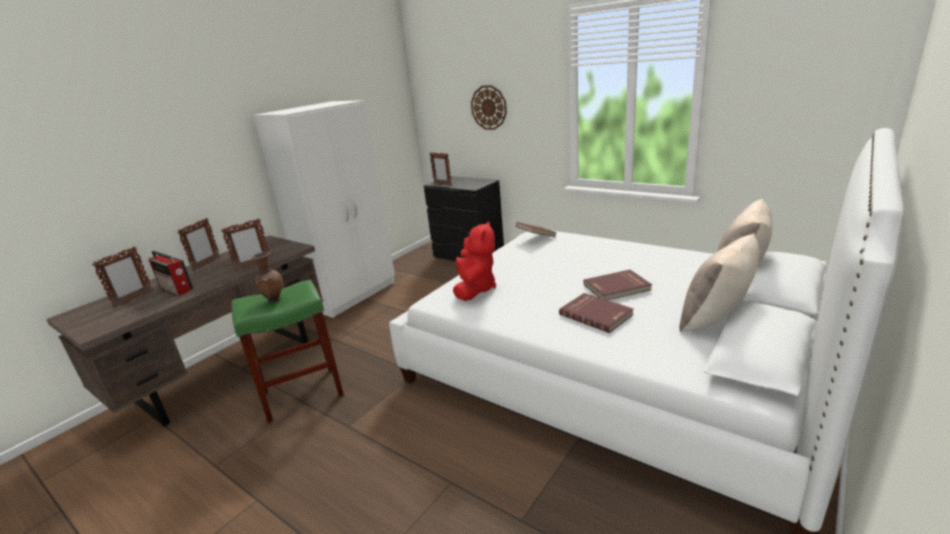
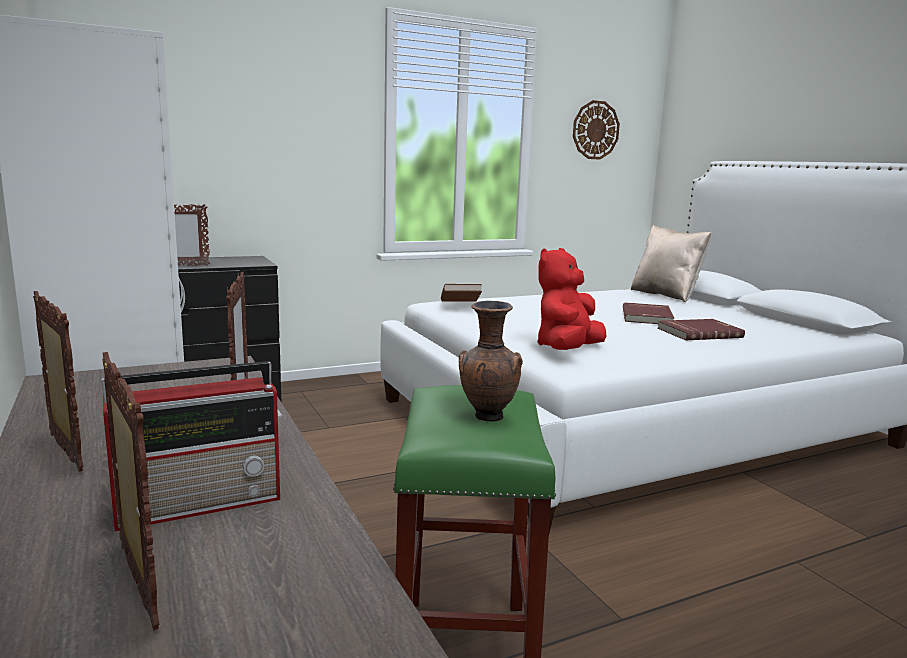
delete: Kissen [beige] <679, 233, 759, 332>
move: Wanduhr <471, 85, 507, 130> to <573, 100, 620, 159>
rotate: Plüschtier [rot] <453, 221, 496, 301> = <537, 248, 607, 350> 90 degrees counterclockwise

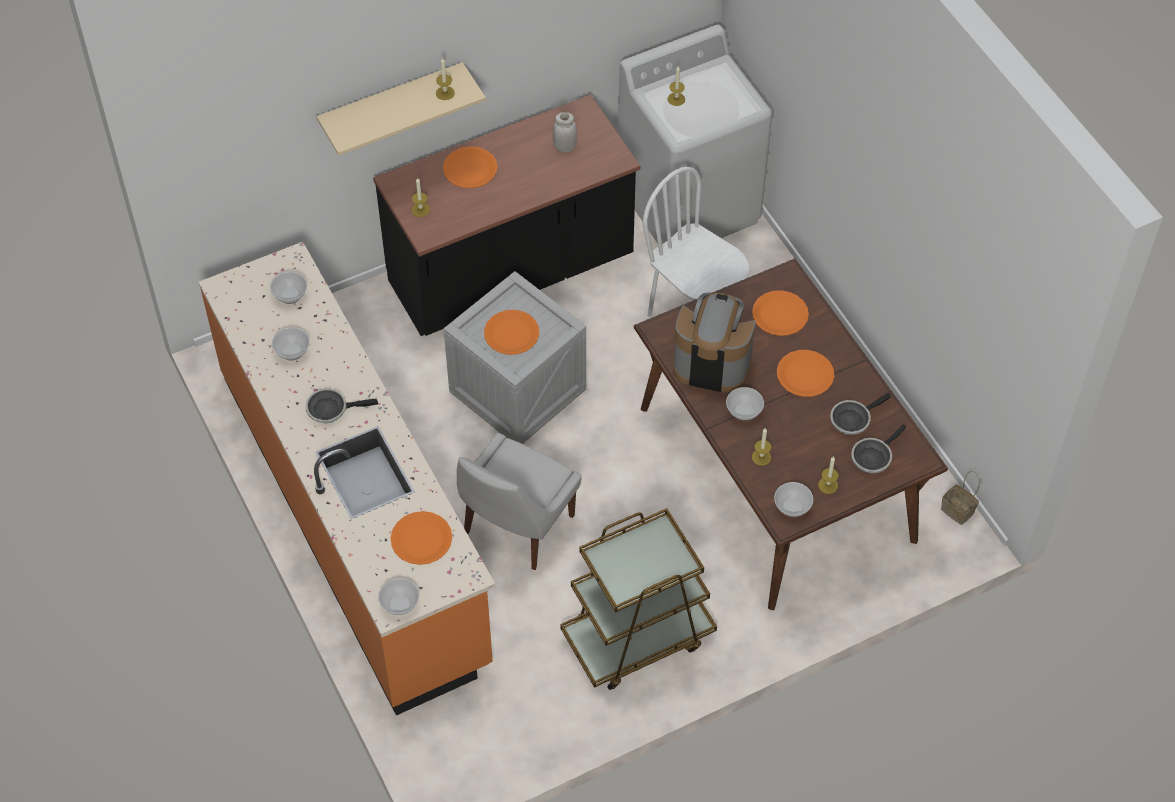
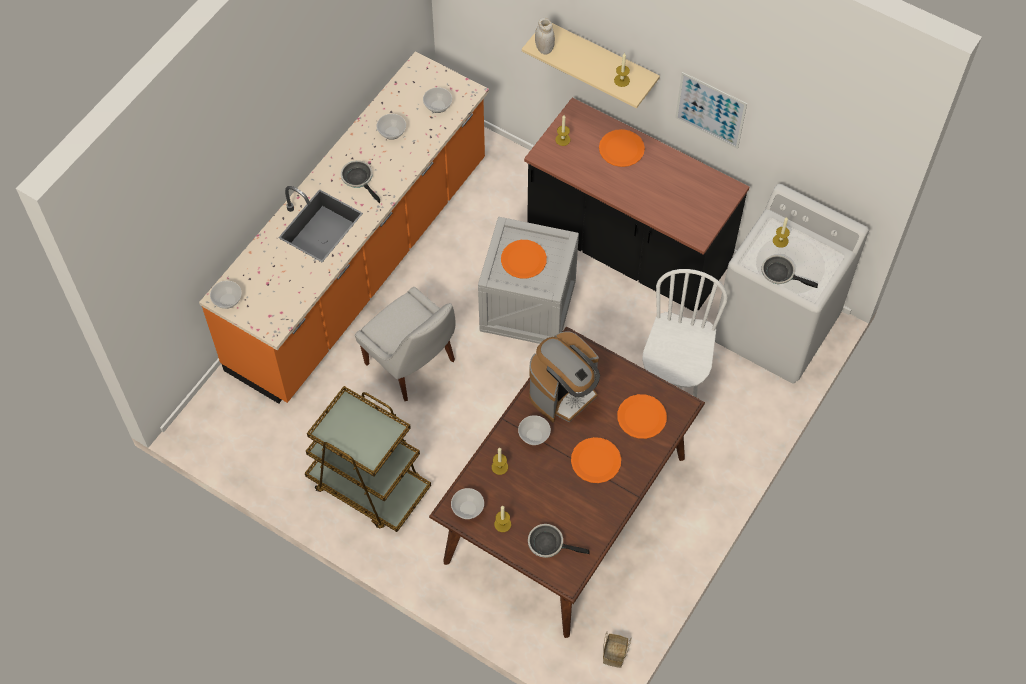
delete: Teller [orange] <391, 511, 452, 565>
insert: Bild <675, 72, 747, 149>
move: Vorratsglas [weiß] <553, 112, 577, 152> to <535, 18, 555, 55>; Pfanne <830, 393, 891, 435> to <761, 255, 818, 288>
rotate: Stuhl [weiß] <457, 433, 582, 570> = <355, 287, 455, 401> 135 degrees counterclockwise; Kaffeemaschine <673, 292, 756, 393> = <529, 332, 600, 423> 60 degrees clockwise

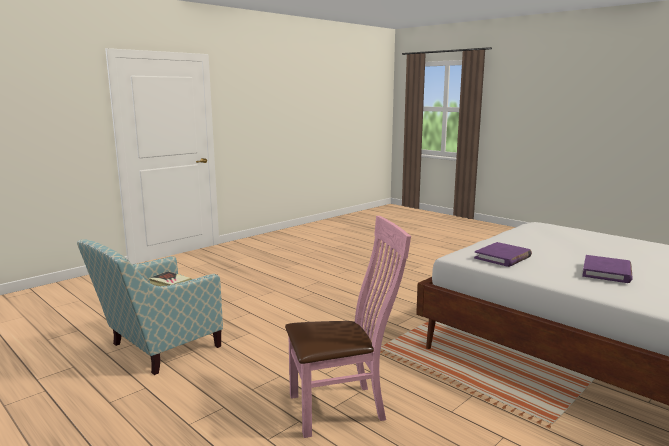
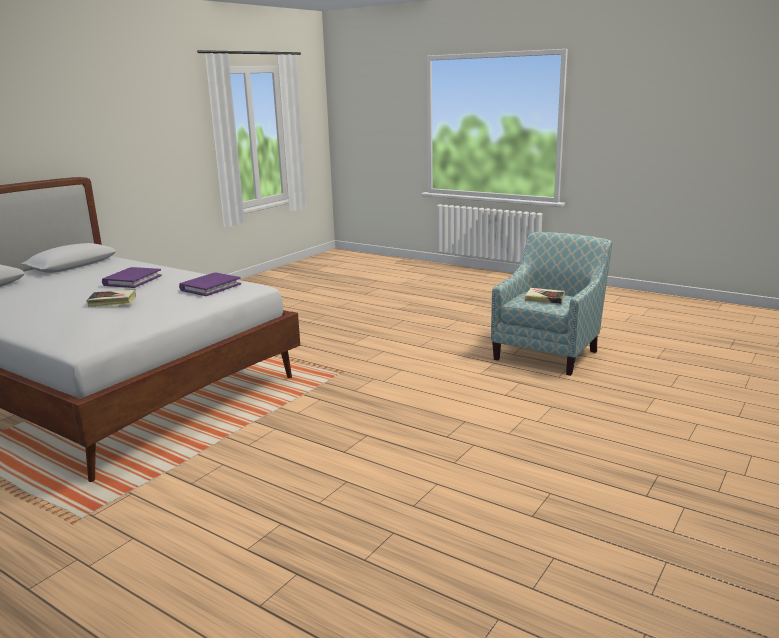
delete: Stuhl [rosa] <285, 216, 411, 438>
insert: Buch <86, 290, 136, 307>

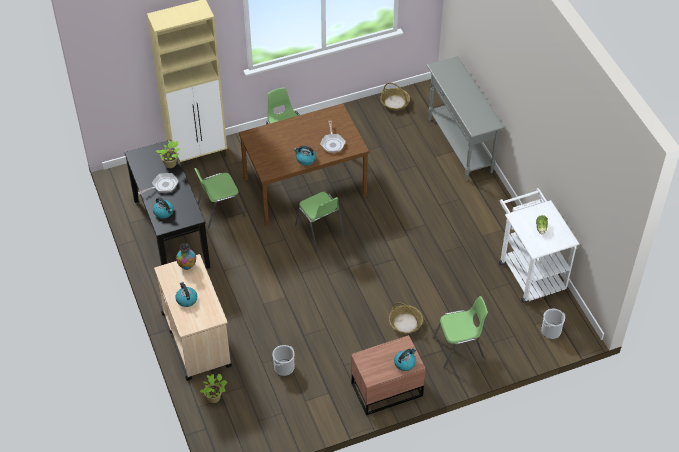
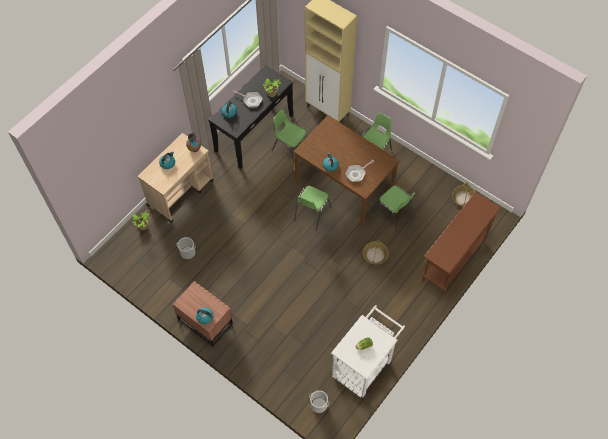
move: Korb <389, 302, 423, 334> to <363, 239, 389, 265>; Stuhl [grün] <433, 296, 488, 368> to <373, 185, 415, 231>
recolor: Konsolentisch [grau] <427, 56, 504, 181> to Konsolentisch [braun] <422, 192, 501, 295>

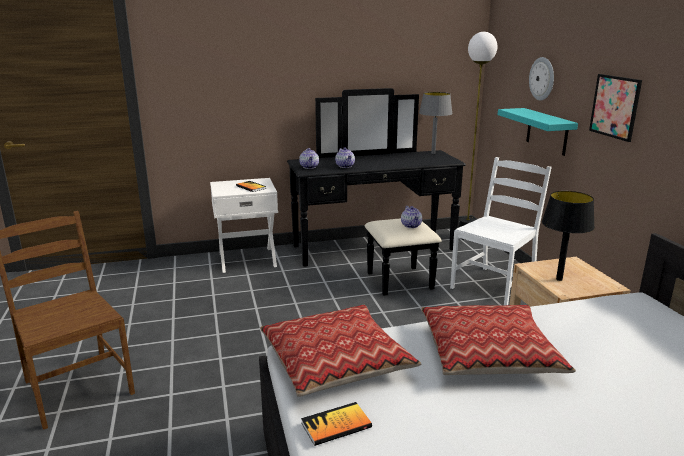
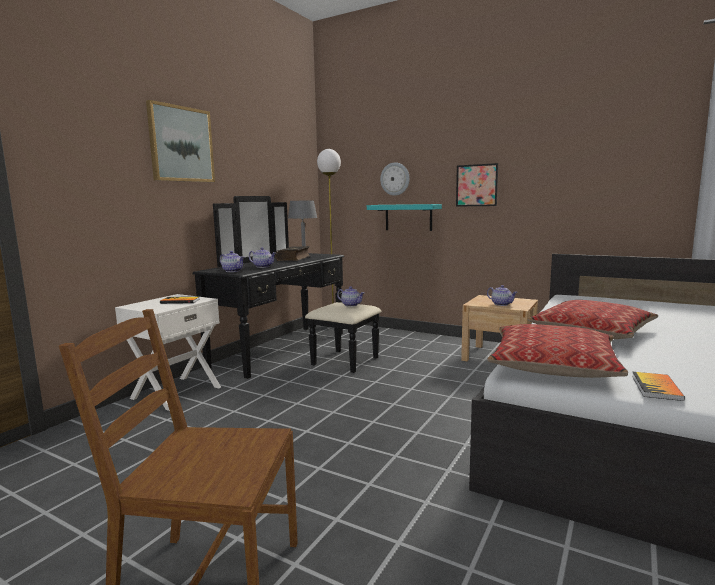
delete: Stuhl [weiß] <450, 157, 552, 305>
insert: Bild <146, 100, 215, 182>; Buch <275, 246, 310, 261>
replace: Tischlampe [schwarz] <542, 191, 595, 281> to Teekanne <487, 285, 518, 306>

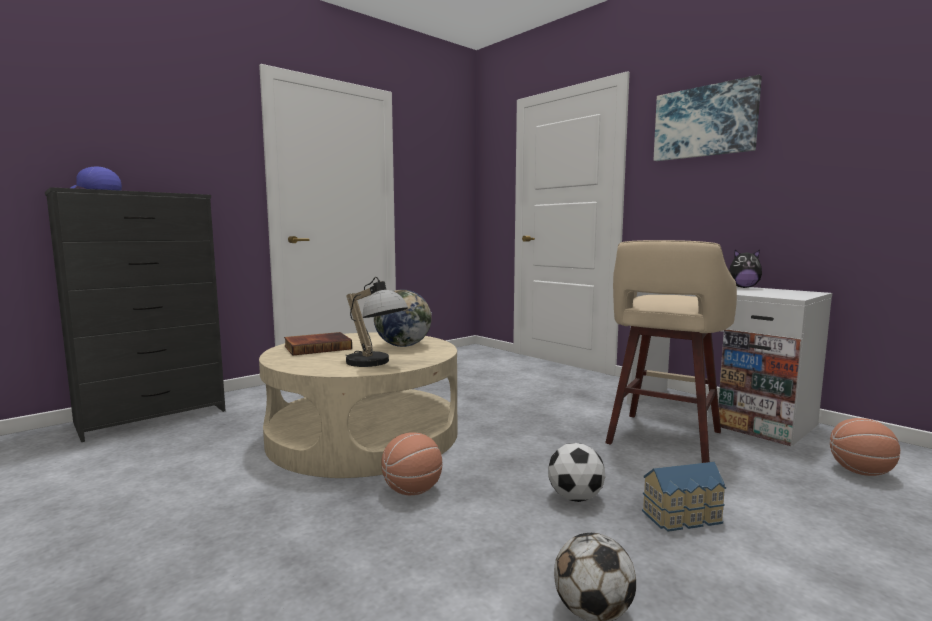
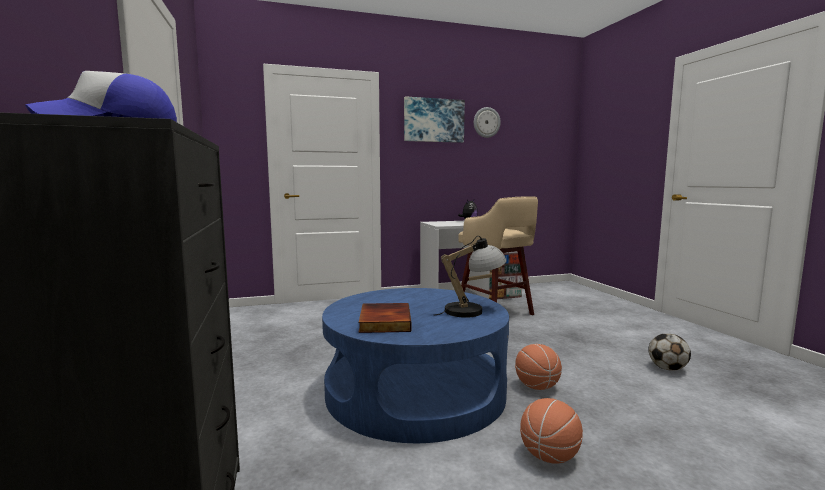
delete: Globus <374, 290, 432, 347>; Fußball <548, 443, 605, 502>; Spielzeughaus <642, 462, 726, 532>
insert: Wanduhr <474, 107, 501, 138>
move: Basketball <830, 418, 900, 476> to <520, 398, 583, 463>
recolor: Couchtisch [beige] <259, 332, 457, 478> to Couchtisch [blau] <322, 288, 509, 443>

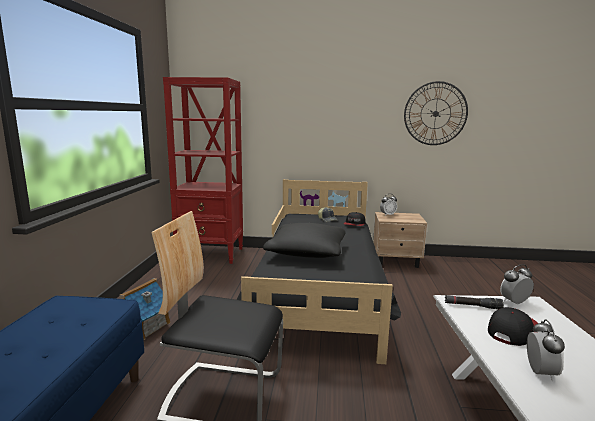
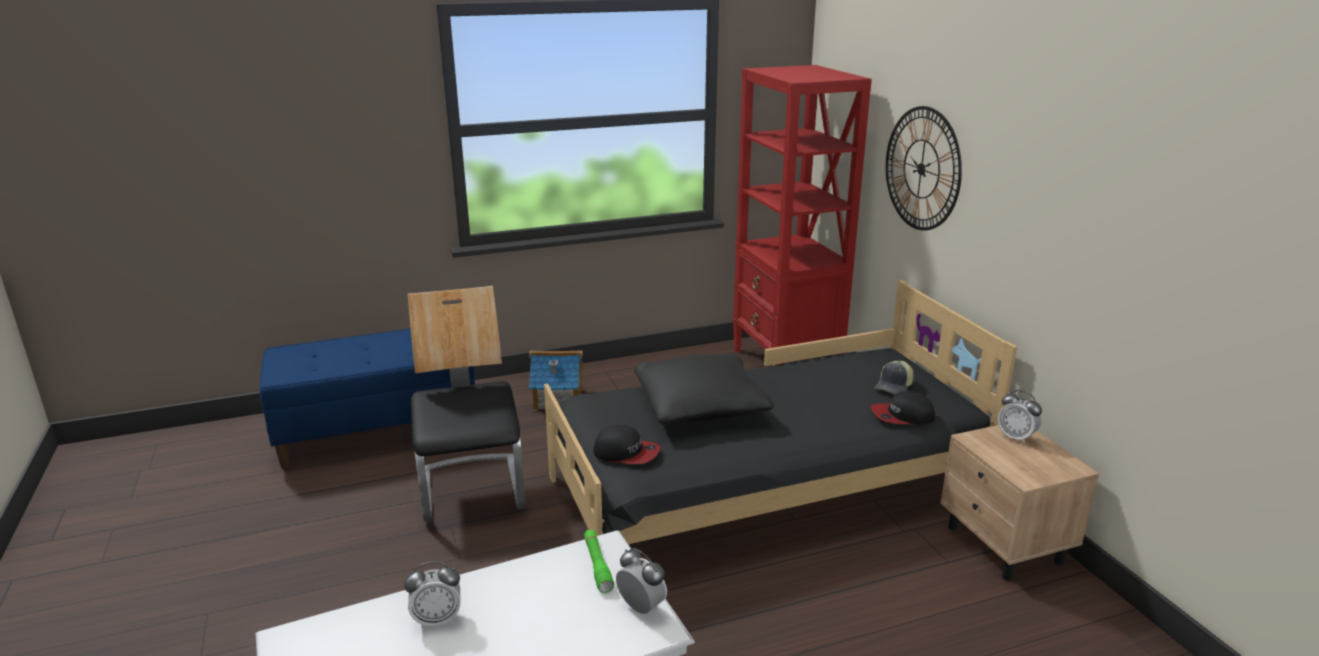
move: Kappe <488, 307, 538, 346> to <593, 425, 660, 464>; Wanduhr <404, 81, 468, 145> to <886, 106, 962, 231>
recolor: Taschenlampe [schwarz] <445, 295, 504, 309> to Taschenlampe [grün] <584, 529, 614, 593>

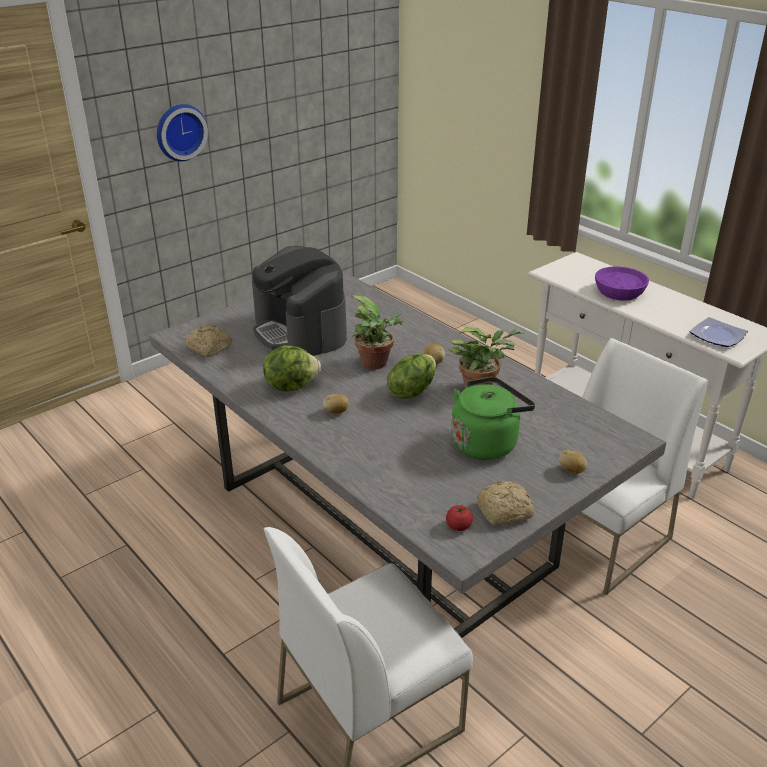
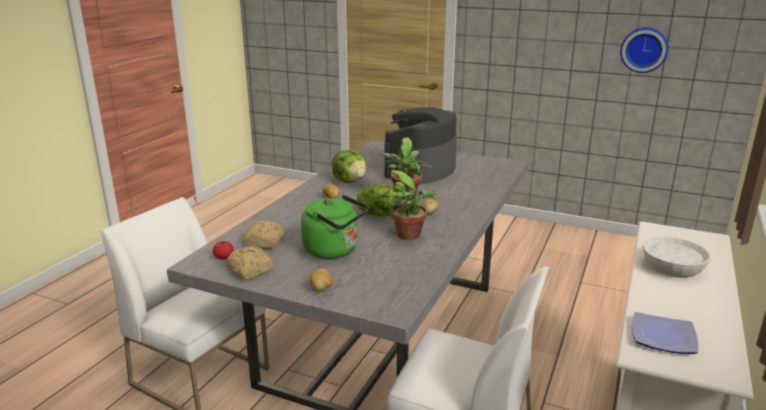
move: Brot <186, 325, 232, 357> to <243, 220, 285, 249>; Wanduhr <157, 104, 208, 161> to <620, 27, 668, 73>
recolor: Schüssel [lila] <595, 266, 649, 301> to Schüssel [weiß] <643, 237, 711, 278>

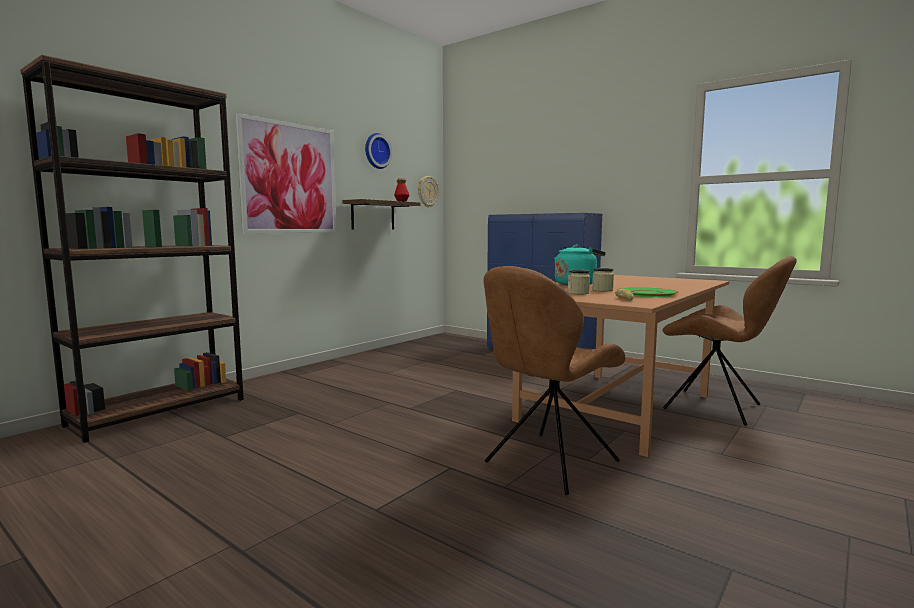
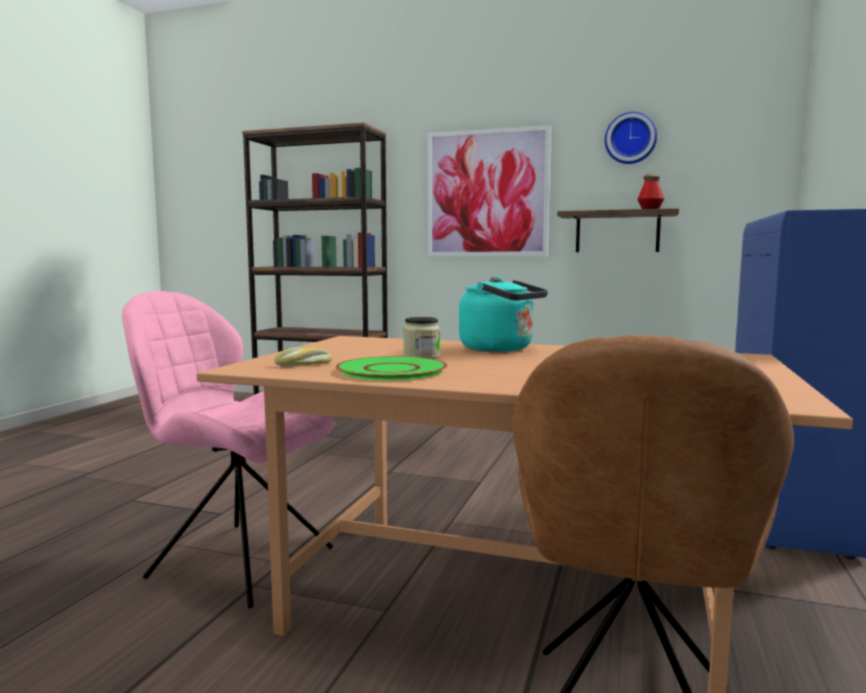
delete: Wanduhr <418, 176, 439, 208>; Vorratsglas <568, 270, 590, 294>
recolor: Stuhl [braun] <483, 266, 625, 495> to Stuhl [rosa] <122, 291, 335, 608>

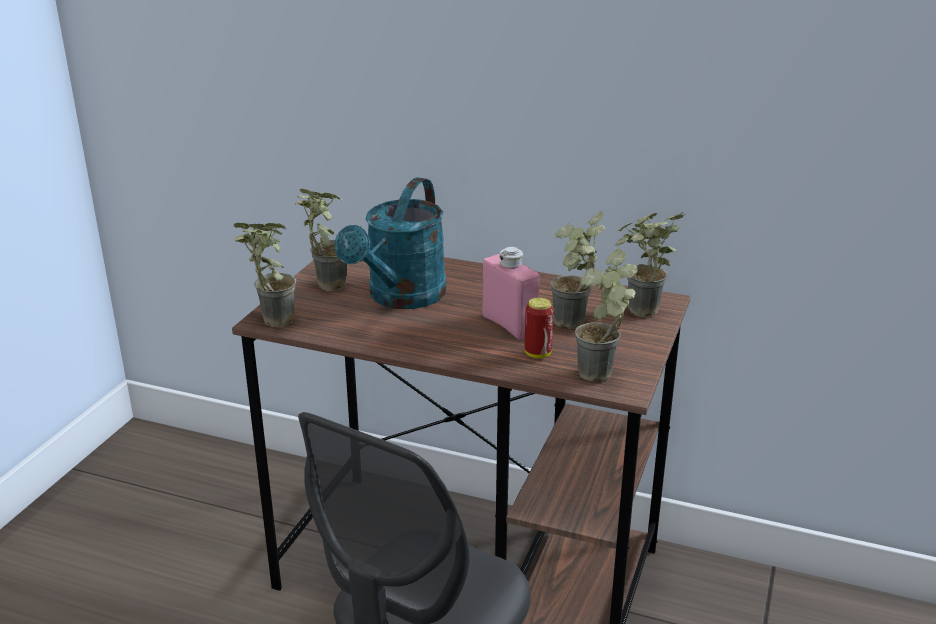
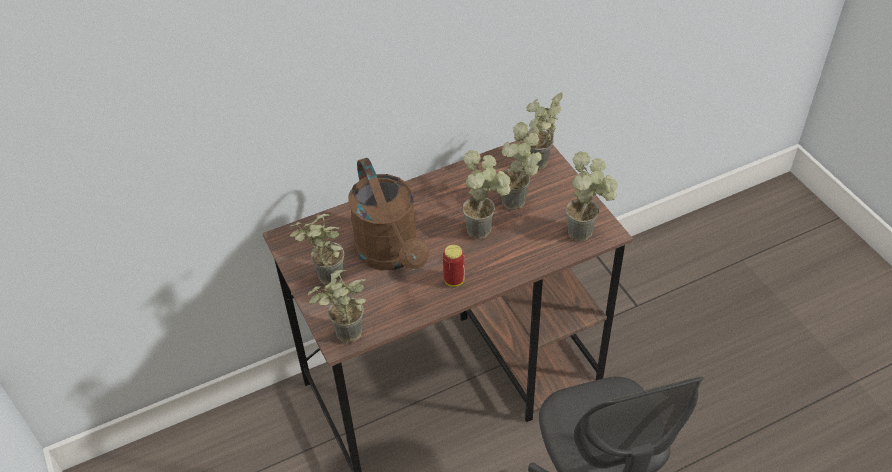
move: Dose <525, 297, 554, 358> to <443, 245, 465, 287>
replace: Flasche [rosa] <482, 247, 540, 340> to Topfpflanze <463, 150, 511, 239>
recolor: Gießkanne [türkis] <335, 177, 447, 309> to Gießkanne [braun] <348, 158, 429, 270>

